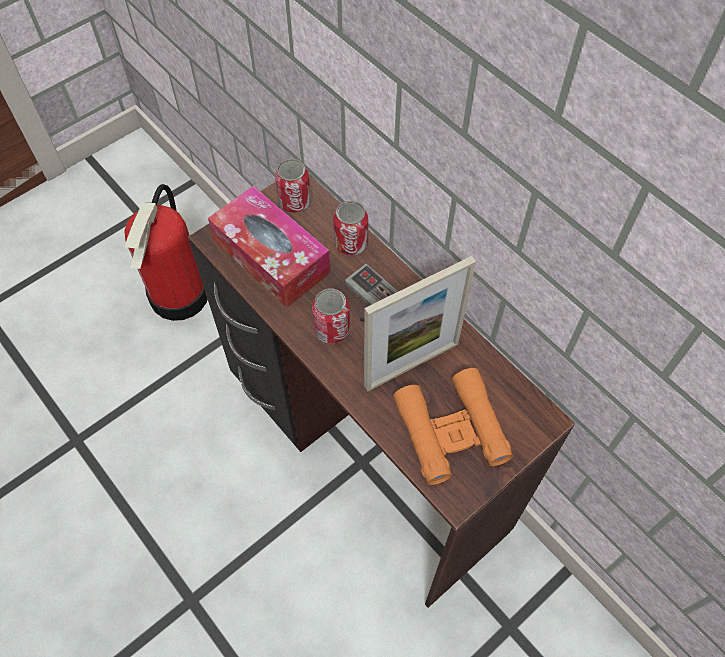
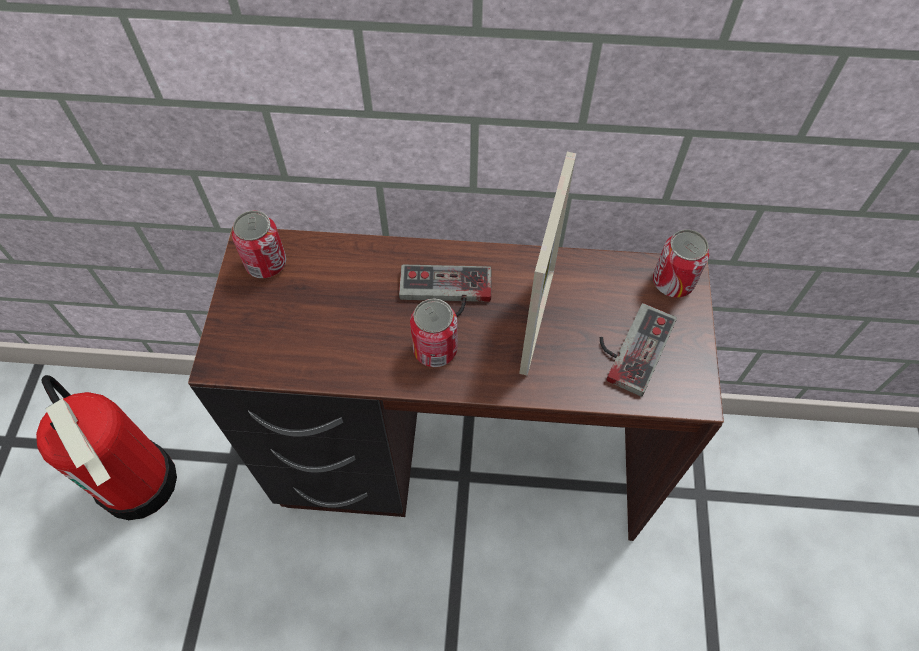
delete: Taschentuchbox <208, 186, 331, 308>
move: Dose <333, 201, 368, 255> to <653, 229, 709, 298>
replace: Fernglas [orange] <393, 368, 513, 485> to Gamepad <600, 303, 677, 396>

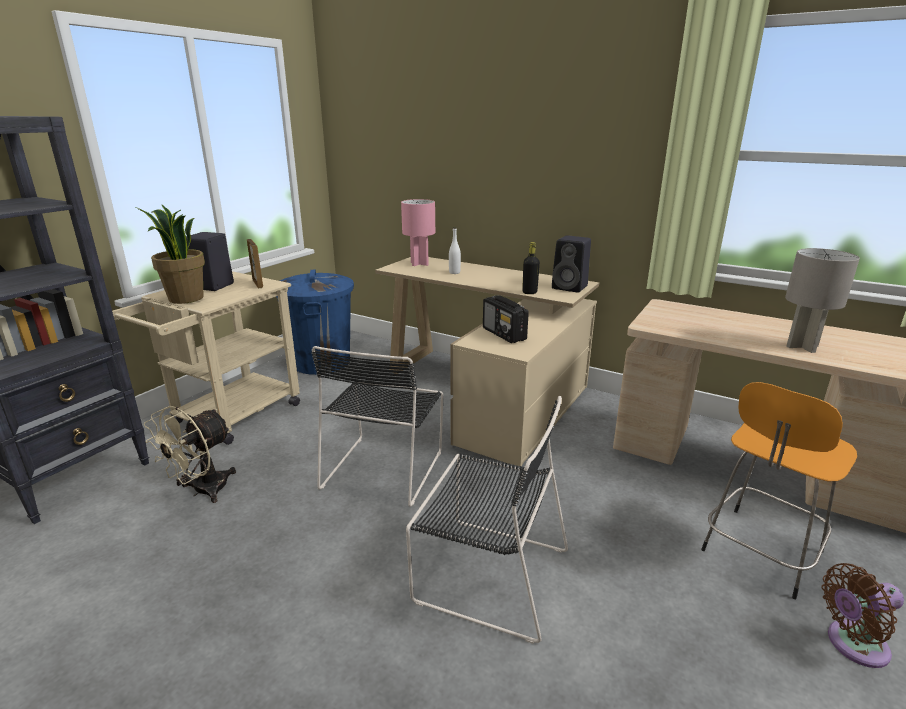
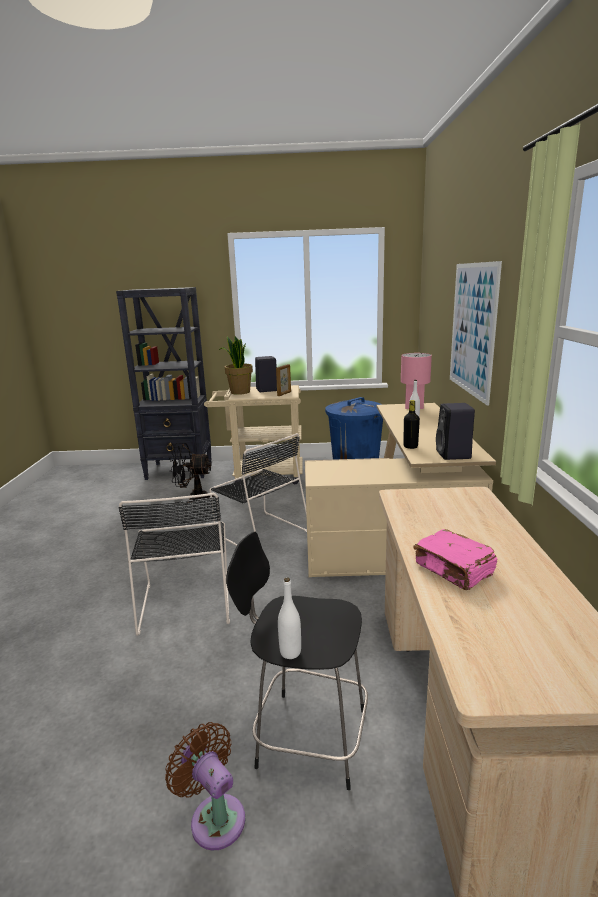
delete: Radio <483, 295, 529, 343>
insert: Flasche [weiß] <278, 577, 301, 659>; Bild <450, 261, 502, 406>
replace: Tischlampe [grau] <785, 248, 860, 353> to Buch [rosa] <413, 529, 497, 590>
recolor: Ventilator [beige] <144, 406, 236, 503> to Ventilator [schwarz] <170, 443, 215, 503>; Hocker [orange] <701, 382, 857, 599> to Hocker [schwarz] <226, 532, 368, 790>
rotate: Stuhl [schwarz] <311, 346, 443, 507> = <209, 433, 307, 546> 120 degrees counterclockwise

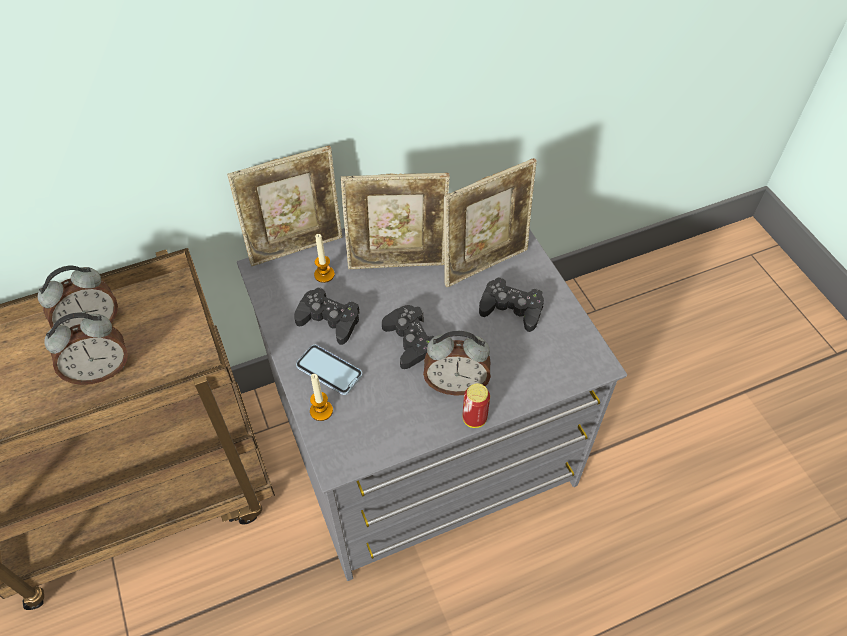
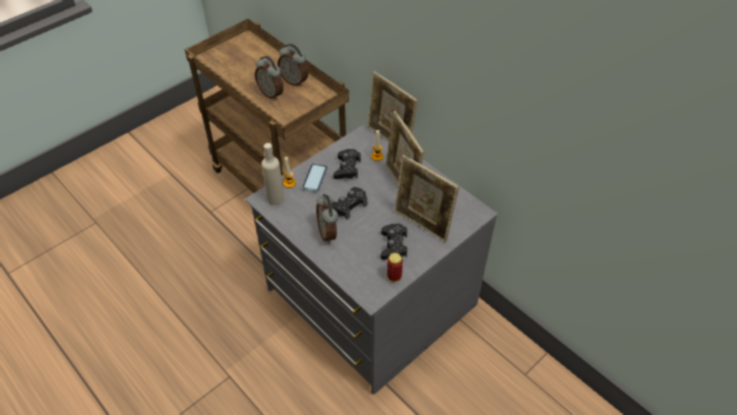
insert: Flasche [beige] <262, 143, 284, 205>
move: Dose <463, 383, 490, 428> to <387, 253, 403, 282>

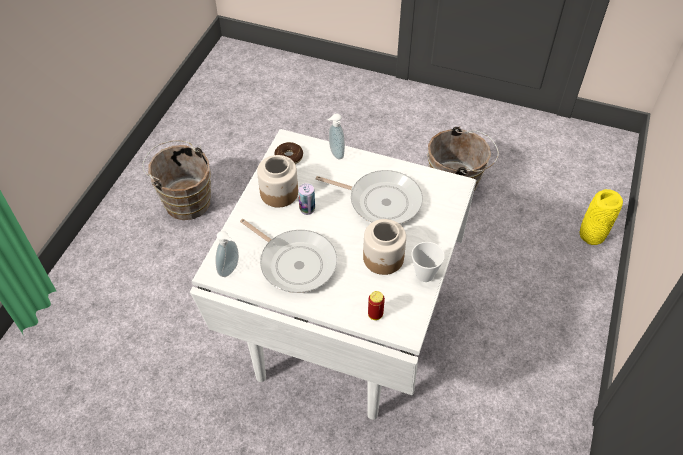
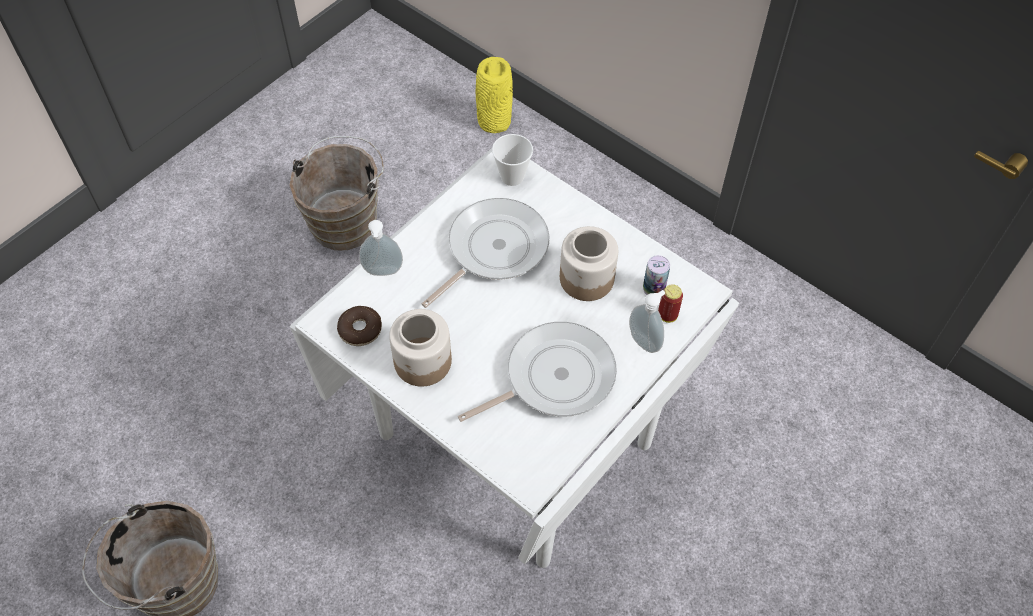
move: Tasse <411, 242, 445, 282> to <492, 134, 533, 186>; Seifenspender <215, 231, 239, 277> to <629, 290, 665, 353>; Dose <298, 183, 315, 215> to <643, 255, 670, 295>

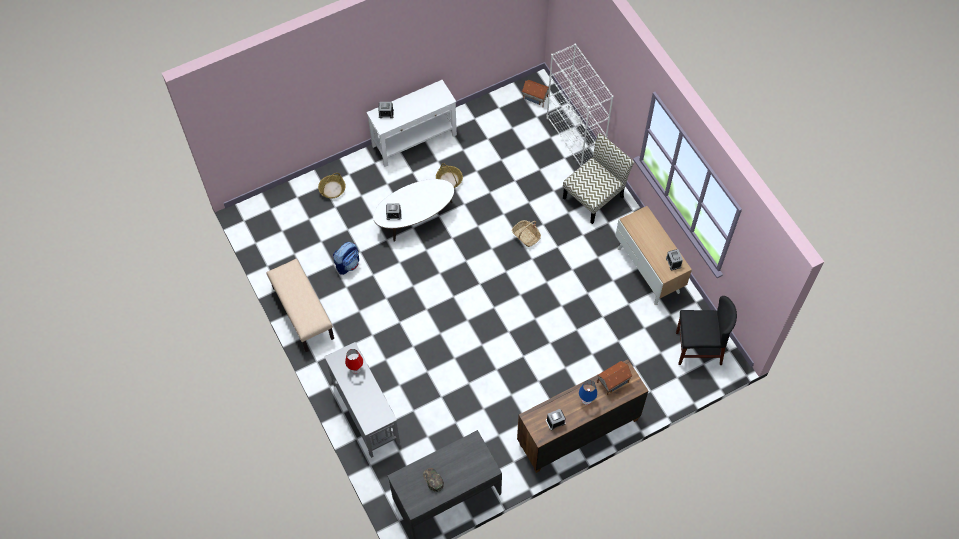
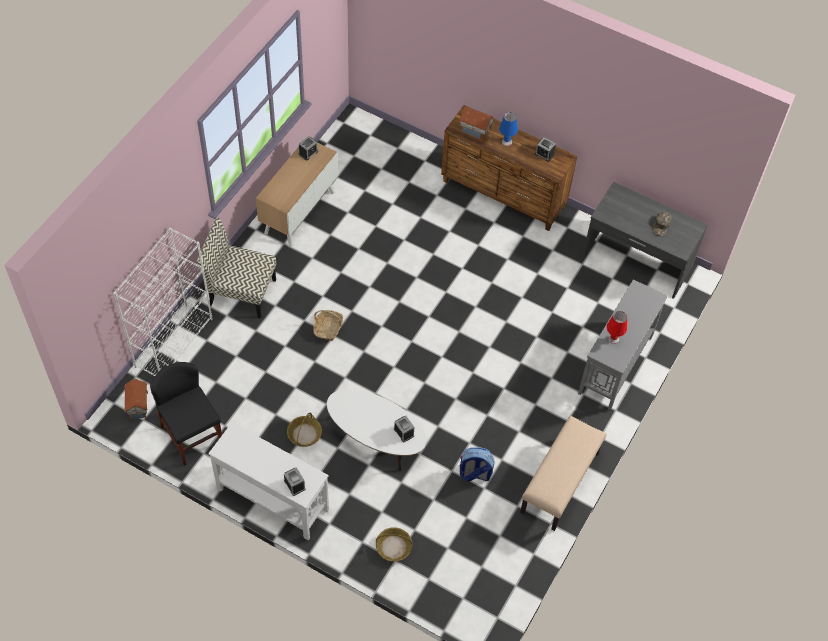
move: Stuhl [schwarz] <676, 296, 737, 365> to <150, 362, 222, 466>

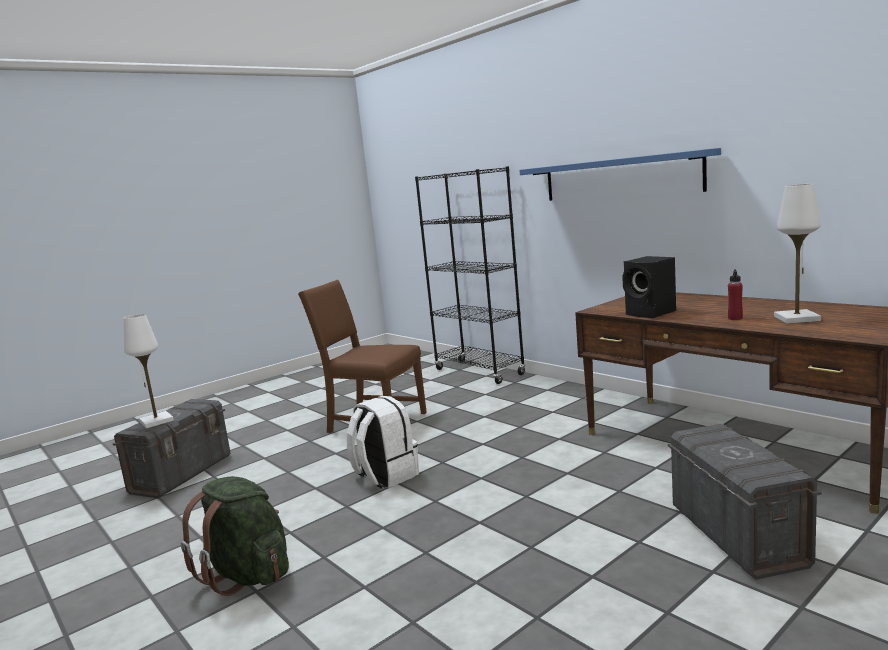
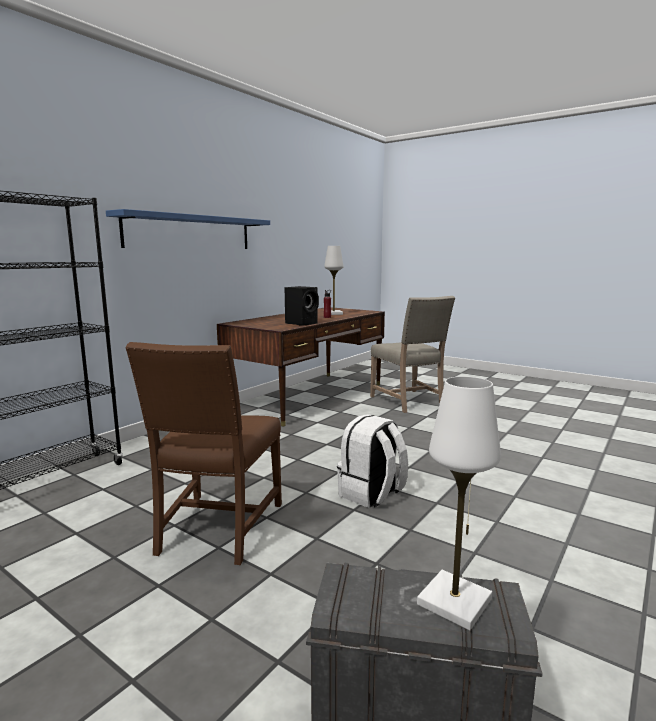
delete: Rucksack [grün] <181, 476, 289, 596>
replace: Aufbewahrungsbox [grau] <668, 424, 821, 580> to Stuhl [beige] <370, 296, 455, 413>

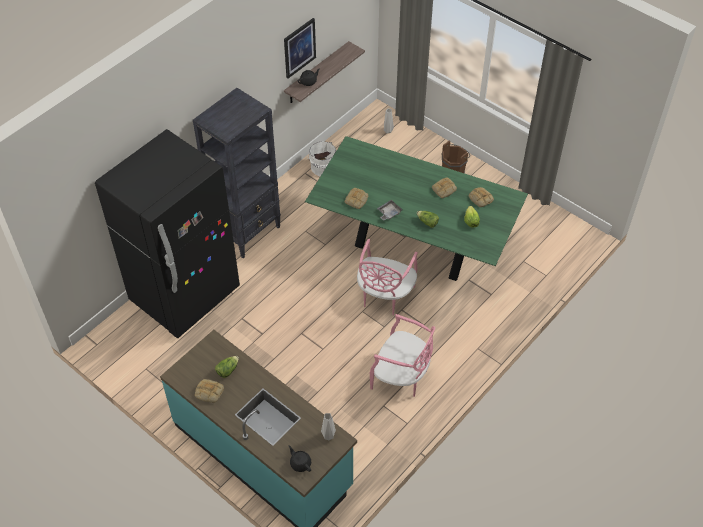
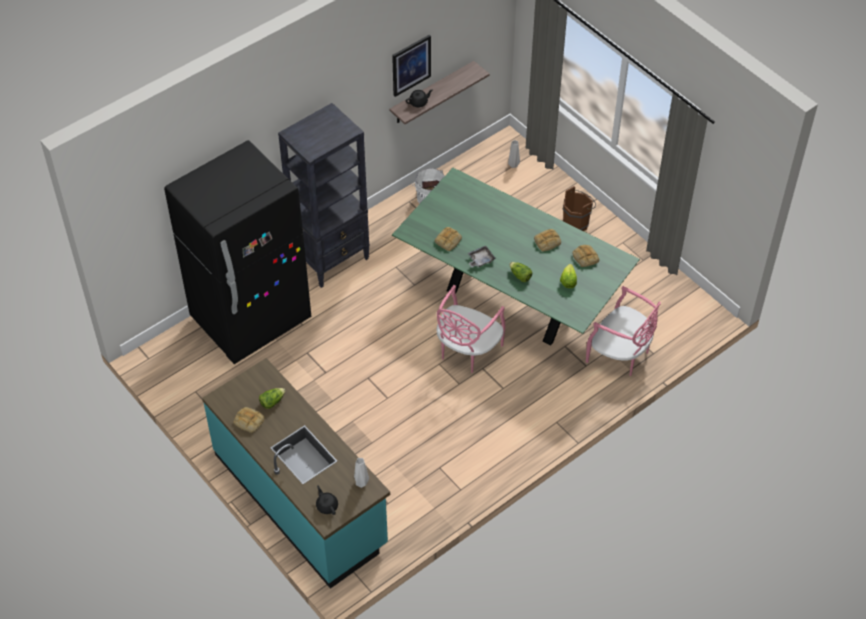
move: Stuhl [rosa] <370, 314, 435, 397> to <586, 286, 661, 376>

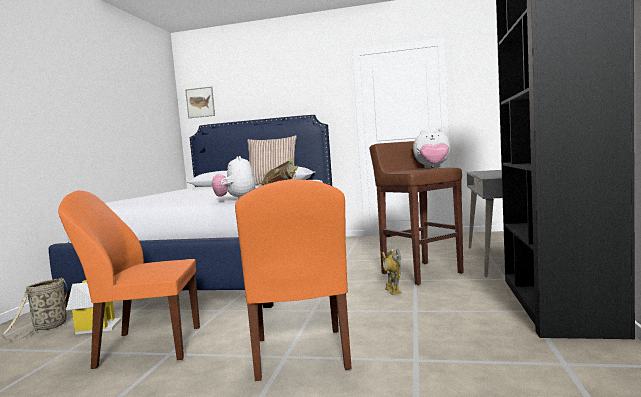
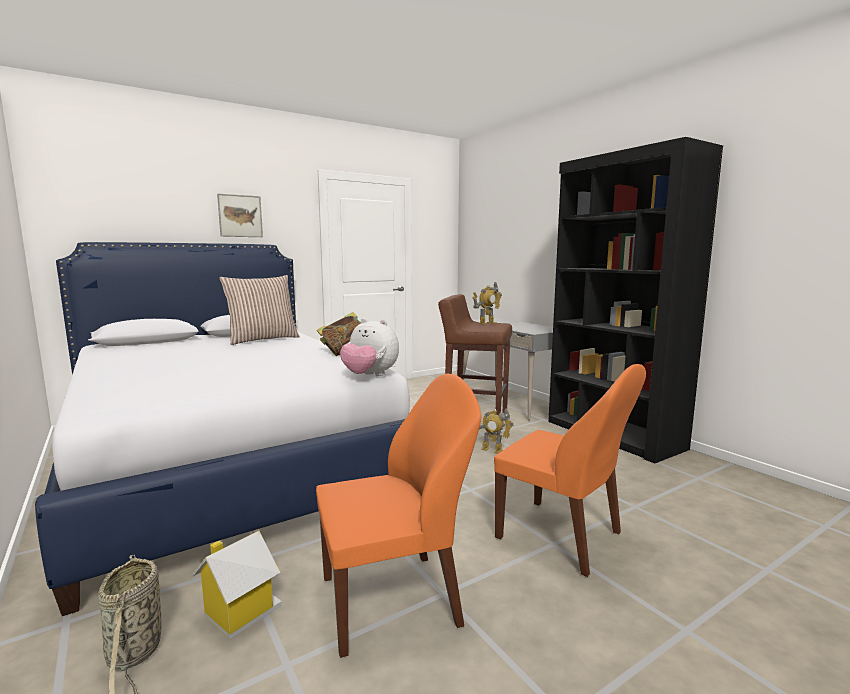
move: Bild <185, 86, 215, 118> to <217, 194, 263, 237>
replace: Plüschtier <413, 128, 450, 168> to Spielzeugroboter <473, 282, 502, 325>
rotate: Stuhl [orange] <58, 190, 200, 369> = <316, 374, 481, 658> 150 degrees counterclockwise

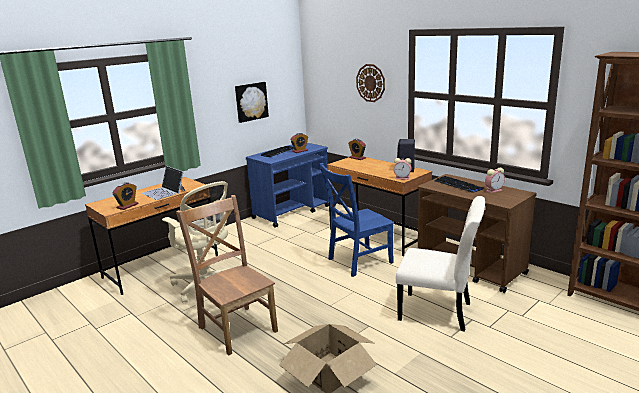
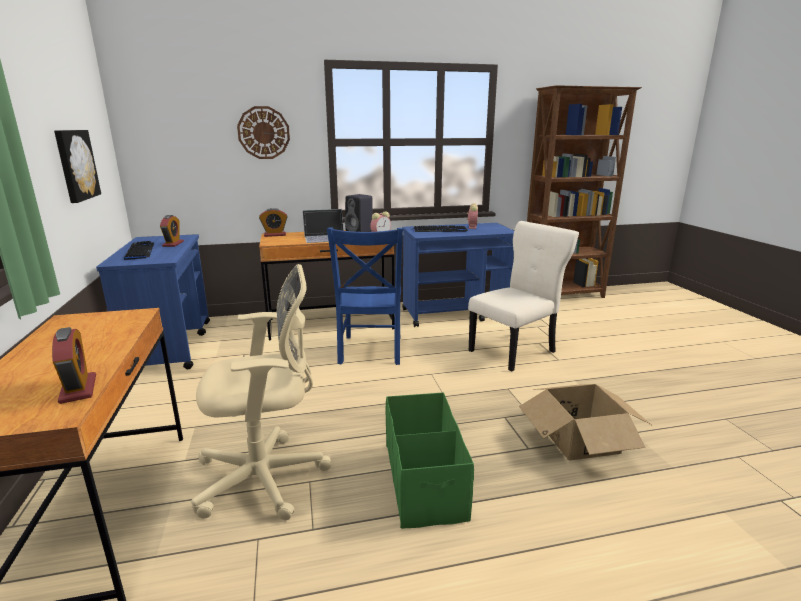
move: Laptop <141, 166, 186, 200> to <302, 209, 344, 243>
replace: Stuhl [braun] <176, 195, 278, 355> to Aufbewahrungsbox [grün] <386, 392, 474, 529>
recolor: Rollwagen [braun] <417, 174, 537, 293> to Rollwagen [blau] <402, 223, 514, 327>

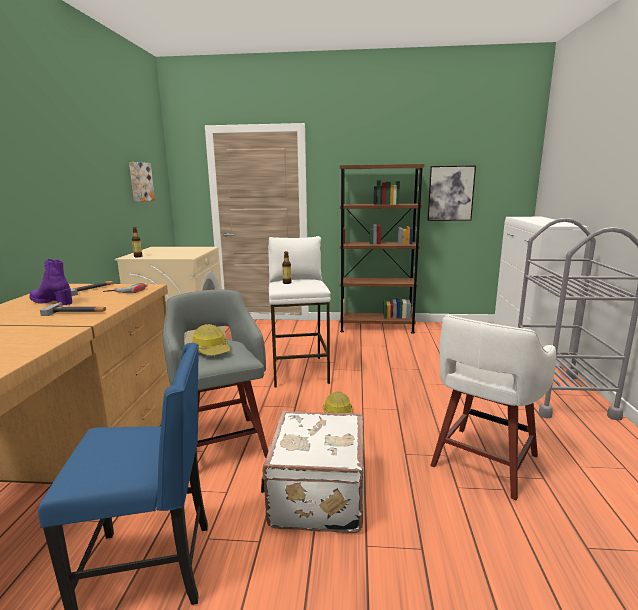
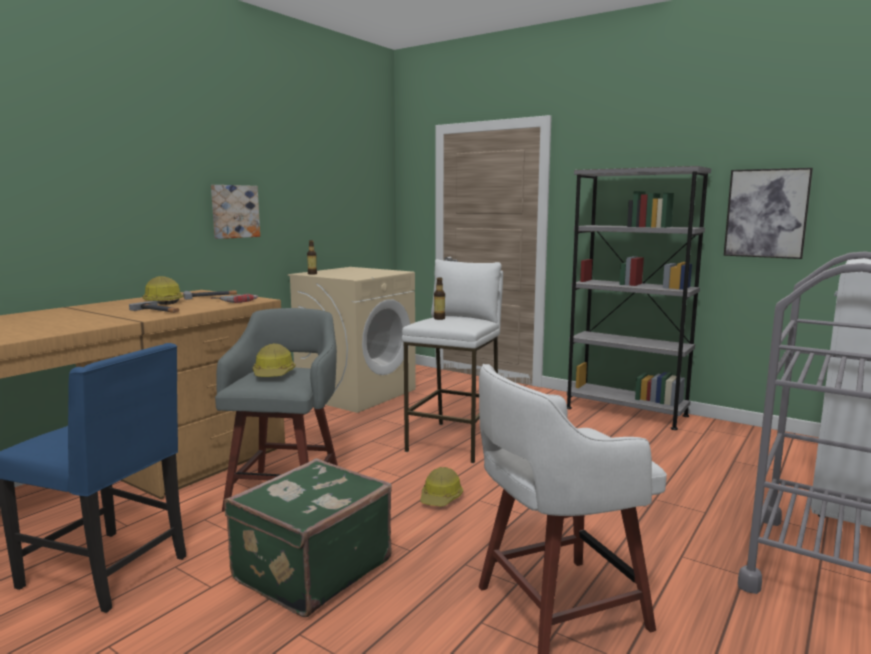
move: Bild <129, 162, 155, 202> to <211, 185, 260, 239>
replace: Stiefel [lila] <29, 259, 72, 305> to Schutzhelm <143, 276, 184, 305>
recolor: Koffer [weiß] <261, 411, 364, 533> to Koffer [grün] <224, 458, 392, 617>; Bücherregal [braun] <340, 164, 425, 334> to Bücherregal [grau] <567, 166, 711, 430>

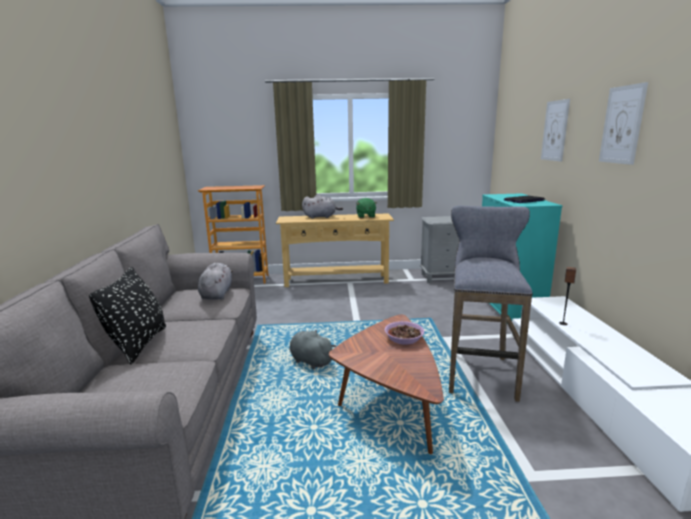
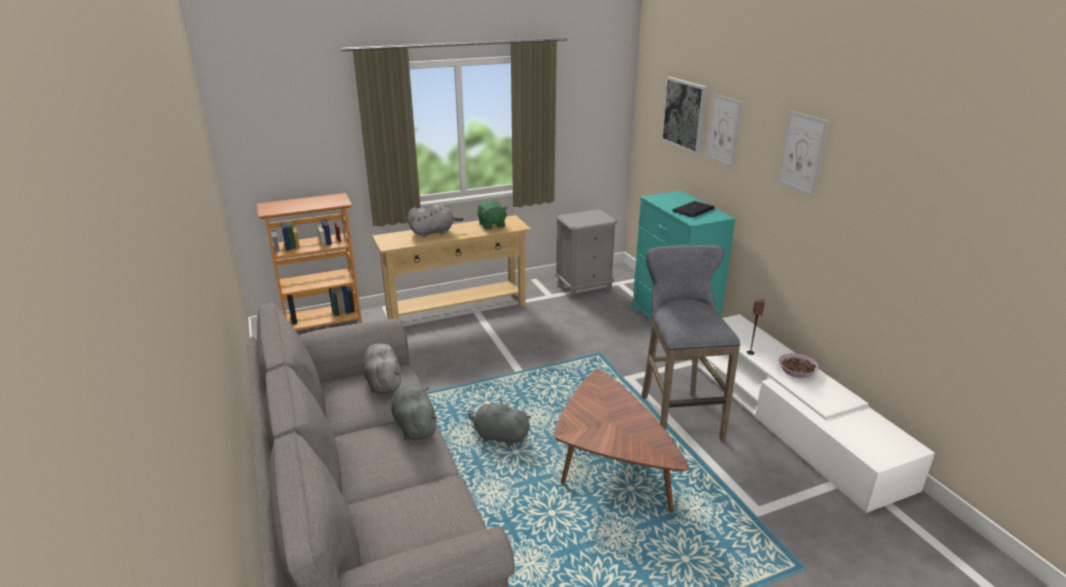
delete: Kissen [schwarz] <89, 267, 166, 364>
insert: Plüschtier [grau] <391, 383, 438, 440>; Bild <661, 77, 708, 154>
move: Schüssel <385, 321, 424, 345> to <779, 353, 819, 378>

